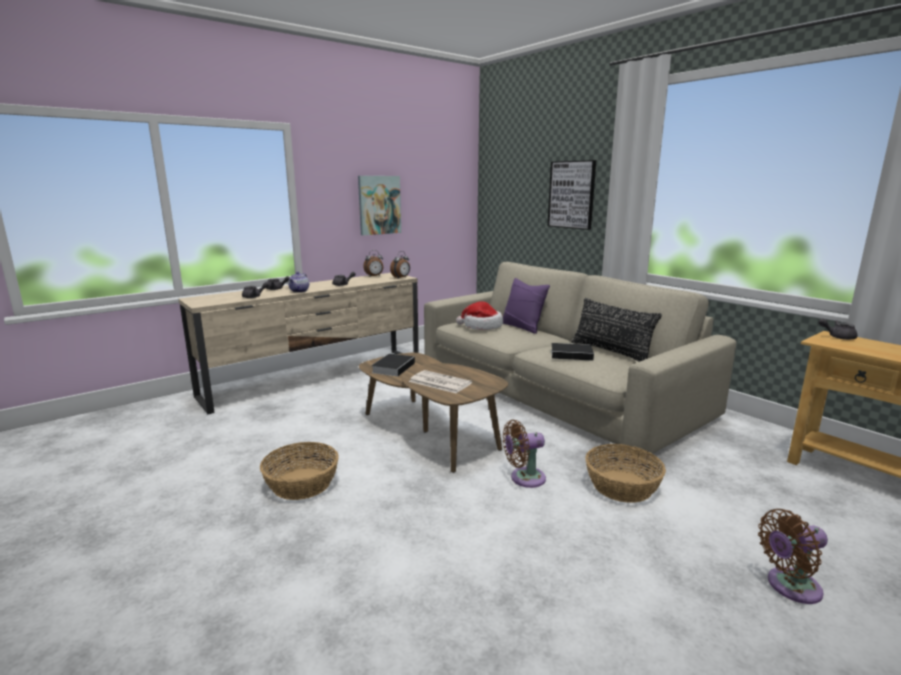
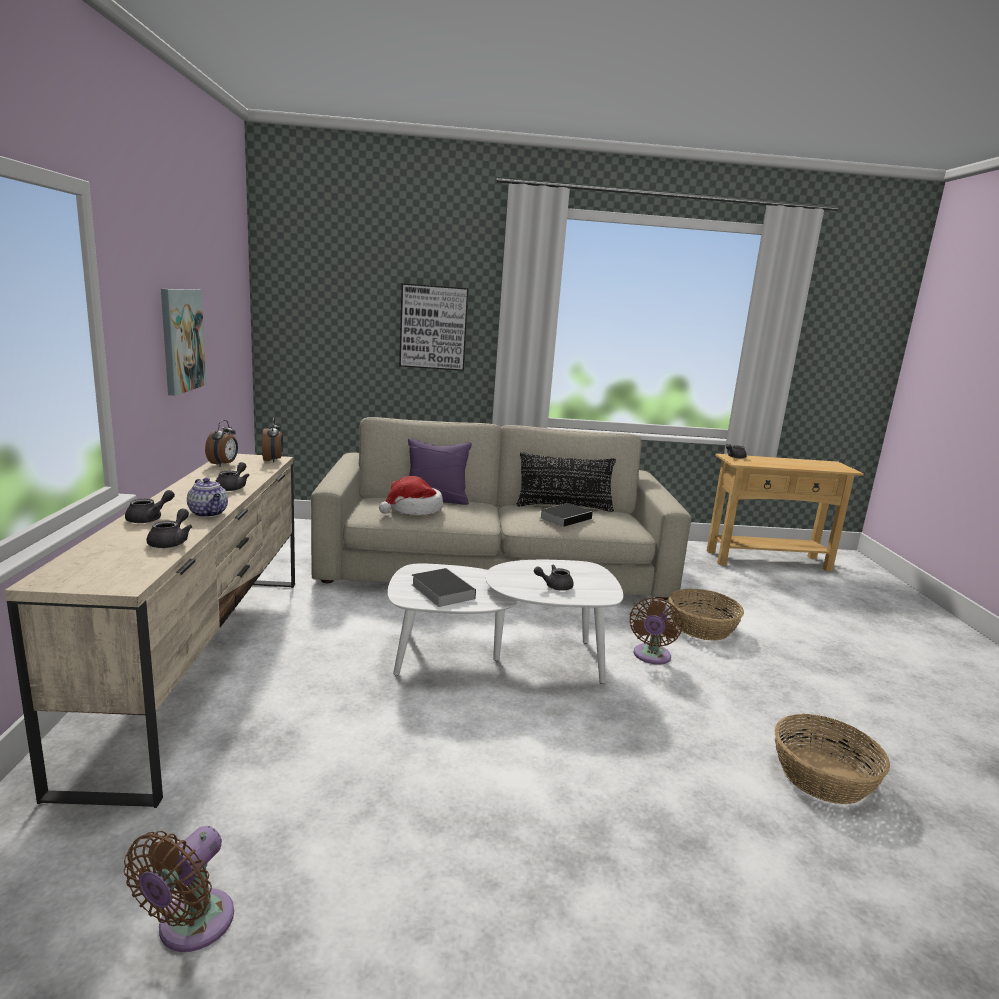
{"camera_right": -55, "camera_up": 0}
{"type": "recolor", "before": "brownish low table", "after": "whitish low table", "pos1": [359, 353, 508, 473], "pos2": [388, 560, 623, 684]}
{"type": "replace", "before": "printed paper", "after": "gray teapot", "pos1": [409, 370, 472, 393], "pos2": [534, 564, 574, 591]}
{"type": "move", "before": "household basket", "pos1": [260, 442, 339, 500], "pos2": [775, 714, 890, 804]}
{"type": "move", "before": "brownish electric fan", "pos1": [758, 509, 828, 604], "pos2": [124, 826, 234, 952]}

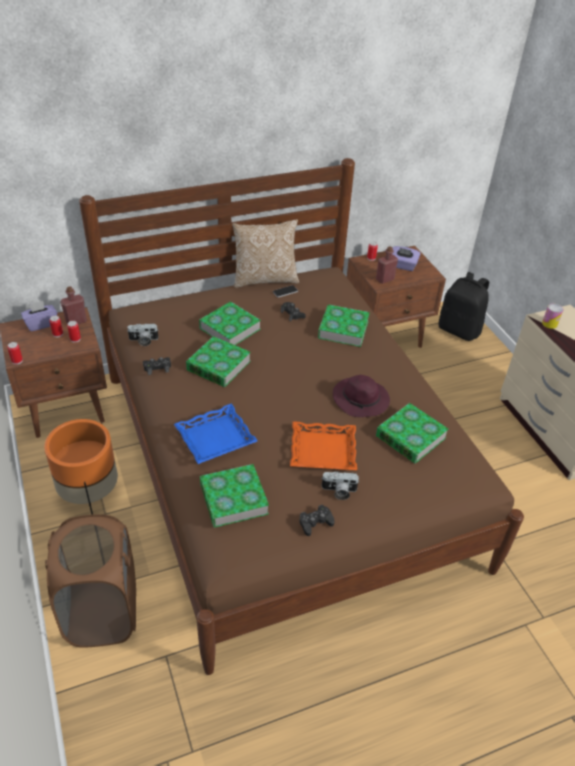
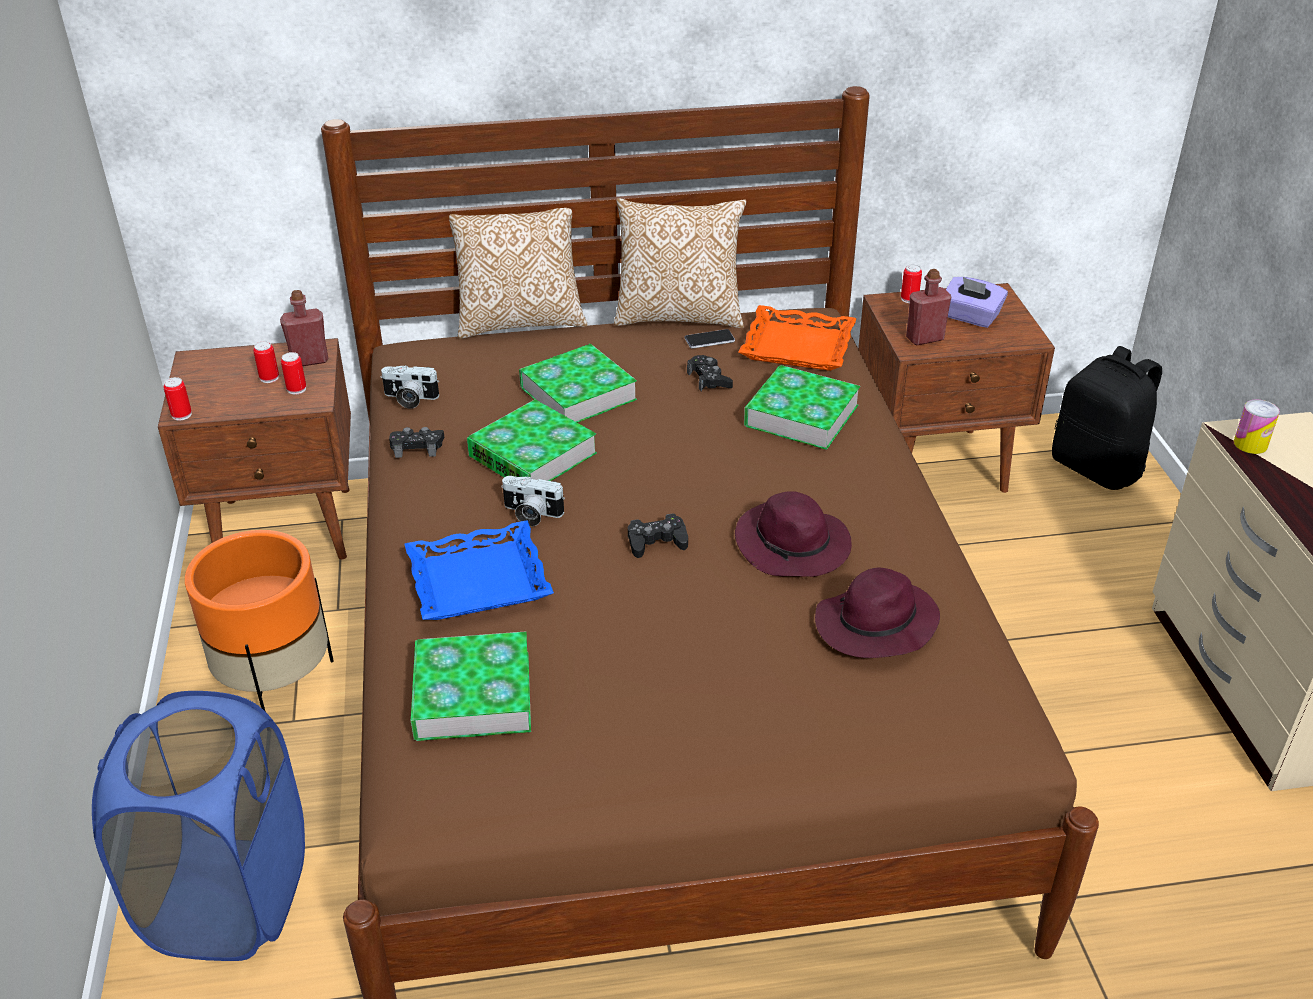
{"camera_right": 15, "camera_up": -5}
{"type": "delete", "before": "purple-coloured tissue box", "pos1": [21, 301, 57, 331]}
{"type": "replace", "before": "volume", "after": "purple-coloured clothing hat", "pos1": [376, 403, 448, 464], "pos2": [815, 568, 940, 658]}
{"type": "move", "before": "orangey carrying tray", "pos1": [290, 421, 357, 470], "pos2": [739, 305, 857, 371]}
{"type": "move", "before": "photo camera", "pos1": [321, 472, 360, 500], "pos2": [501, 476, 565, 526]}
{"type": "move", "before": "black game controller", "pos1": [299, 505, 335, 536], "pos2": [628, 513, 688, 558]}
{"type": "recolor", "before": "brownish hamper", "after": "blue hamper", "pos1": [45, 514, 136, 648], "pos2": [92, 691, 305, 961]}
{"type": "insert", "after": "throw pillow", "pos2": [449, 199, 588, 339]}

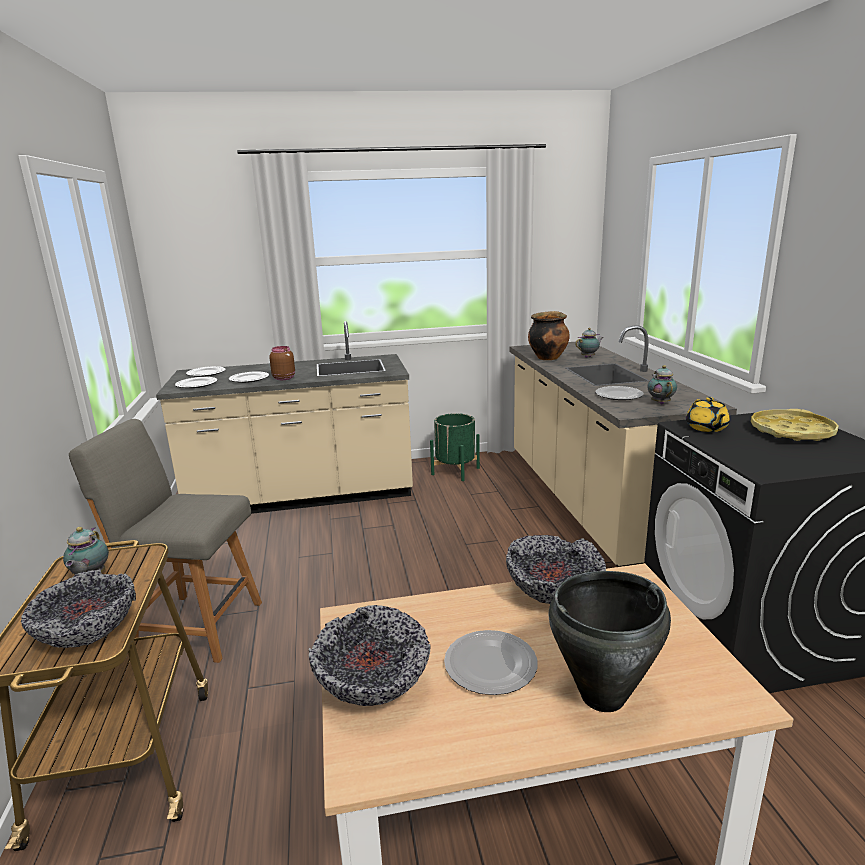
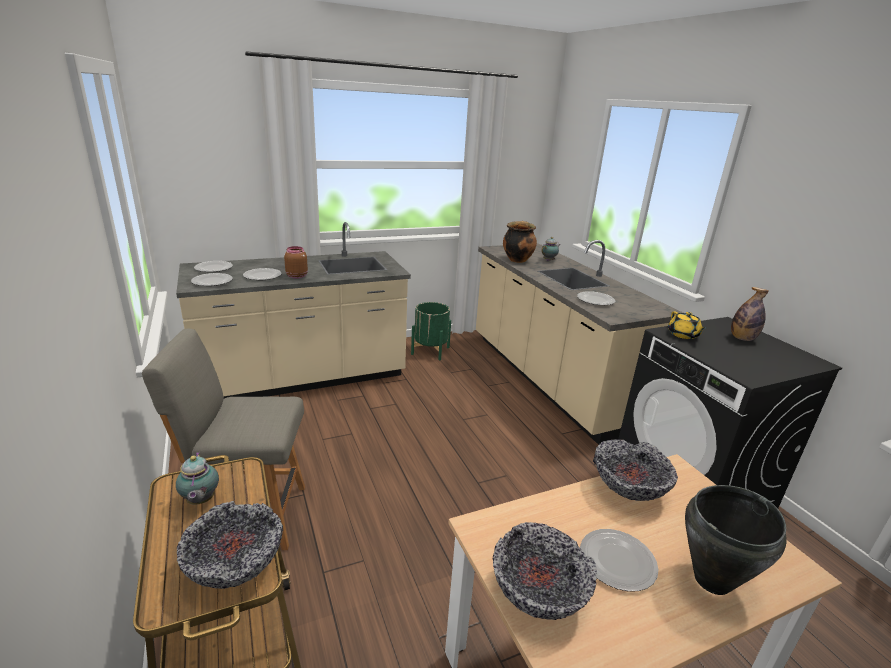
{"camera_right": -15, "camera_up": 5}
{"type": "delete", "before": "teapot", "pos1": [647, 365, 677, 404]}
{"type": "replace", "before": "yellow-coloured carrying tray", "after": "beverage bottle", "pos1": [751, 409, 839, 441], "pos2": [731, 287, 769, 341]}

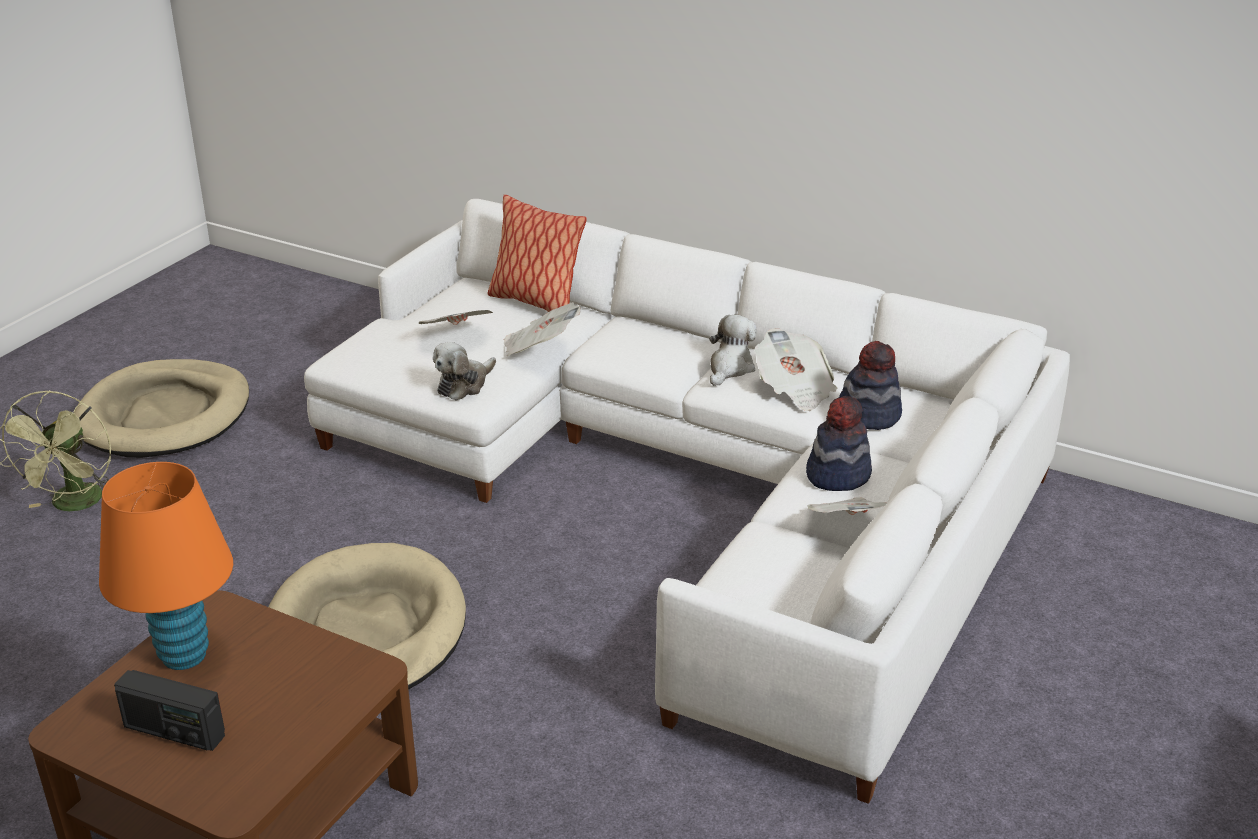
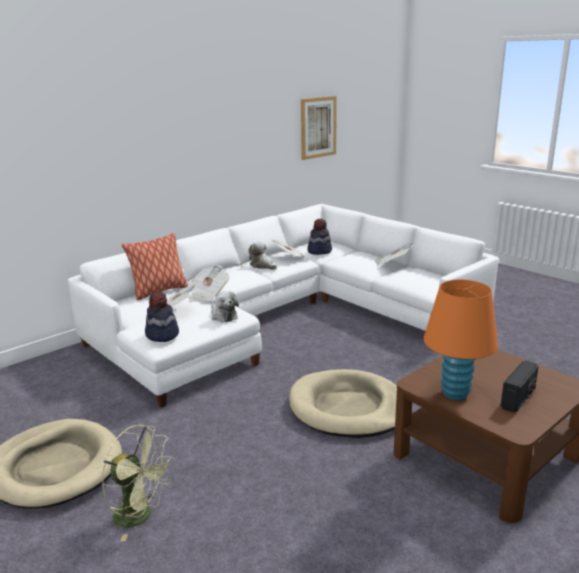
{"camera_right": -70, "camera_up": -10}
{"type": "move", "before": "clothing hat", "pos1": [806, 396, 872, 491], "pos2": [145, 291, 179, 342]}
{"type": "insert", "after": "wall art", "pos2": [301, 96, 337, 160]}

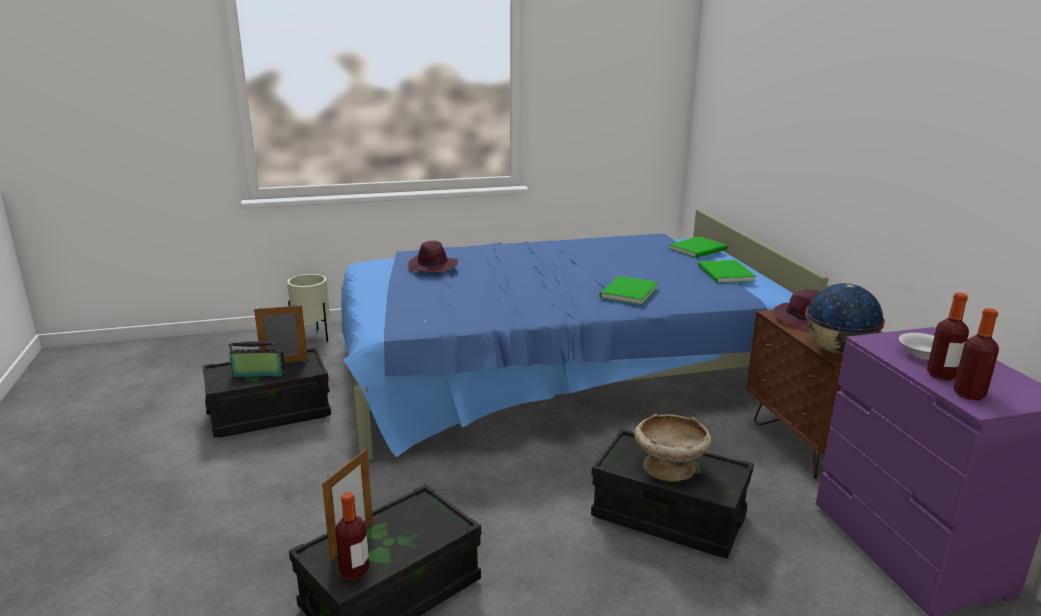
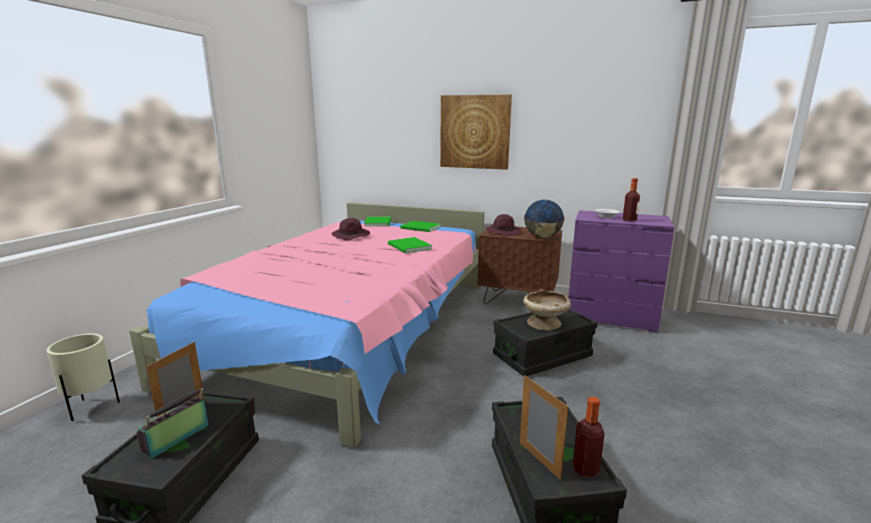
{"camera_right": -55, "camera_up": -5}
{"type": "recolor", "before": "blue sleeping bed", "after": "pink-coloured sleeping bed", "pos1": [341, 209, 829, 460], "pos2": [129, 203, 484, 448]}
{"type": "move", "before": "purple-coloured clothing hat", "pos1": [408, 241, 458, 272], "pos2": [332, 218, 370, 240]}
{"type": "delete", "before": "beverage bottle", "pos1": [953, 308, 999, 400]}
{"type": "insert", "after": "wall art", "pos2": [440, 94, 512, 170]}

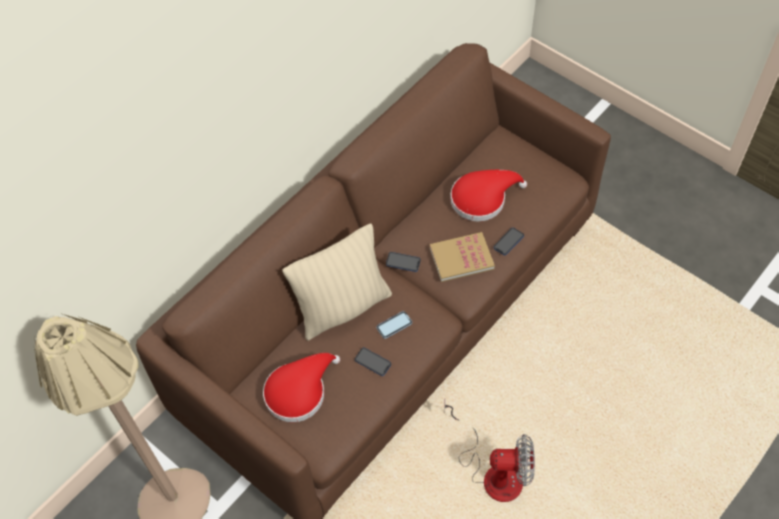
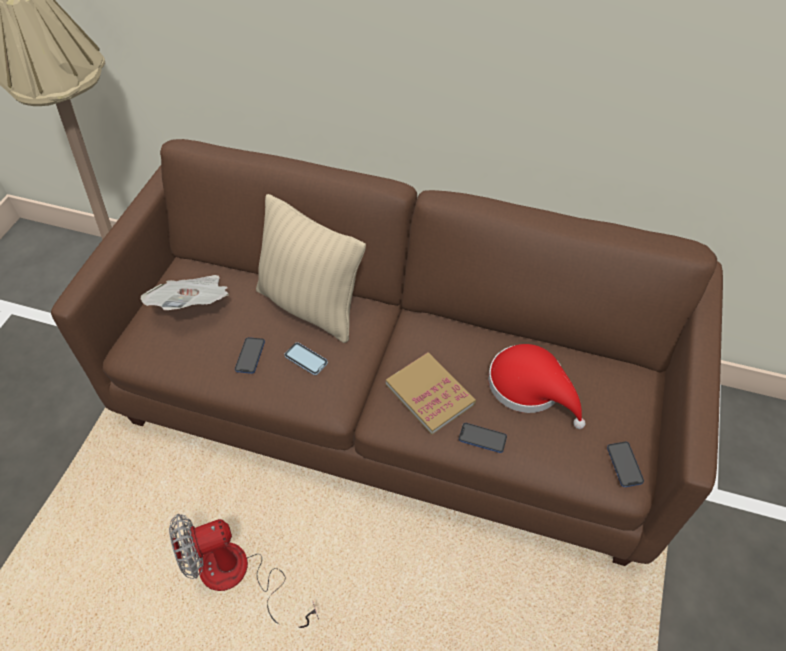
{"camera_right": 65, "camera_up": -5}
{"type": "move", "before": "telephone", "pos1": [386, 252, 421, 272], "pos2": [607, 441, 644, 487]}
{"type": "replace", "before": "red-coloured clothing hat", "after": "printed paper", "pos1": [263, 353, 340, 422], "pos2": [141, 275, 229, 310]}
{"type": "rotate", "before": "electric fan", "pos1": [444, 402, 535, 502], "pos2": [169, 514, 319, 628], "turn": 90}

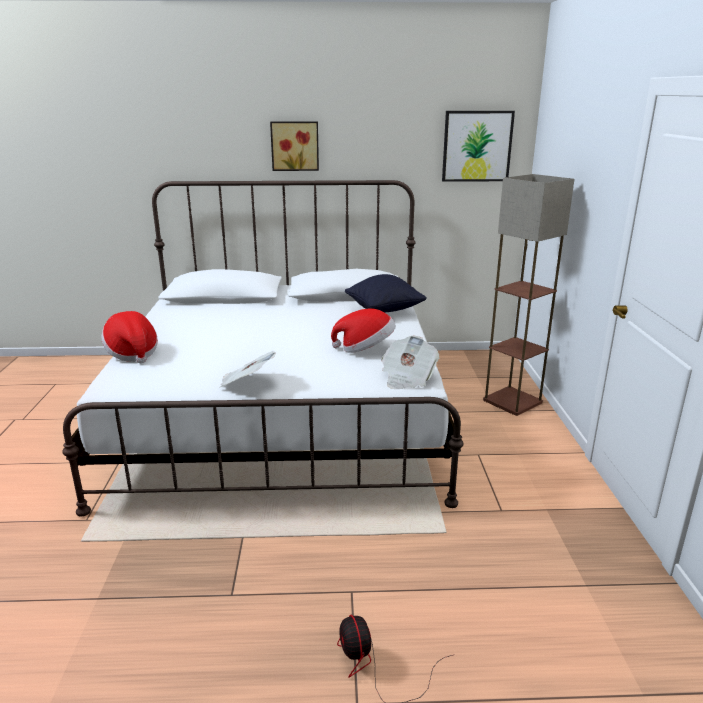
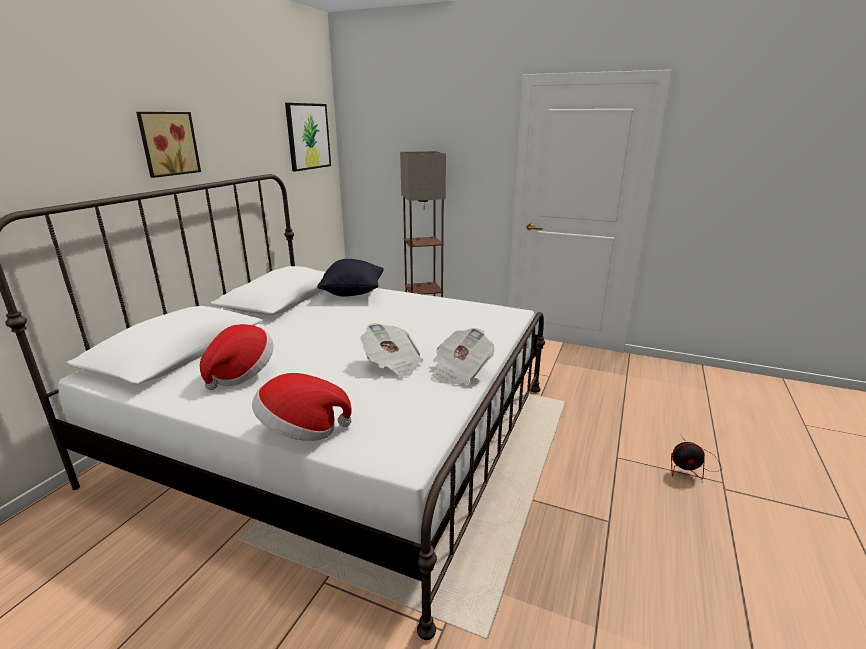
{"camera_right": -65, "camera_up": 0}
{"type": "move", "before": "clothing hat", "pos1": [331, 308, 396, 353], "pos2": [200, 324, 274, 390]}
{"type": "move", "before": "printed paper", "pos1": [382, 336, 440, 389], "pos2": [360, 323, 423, 378]}

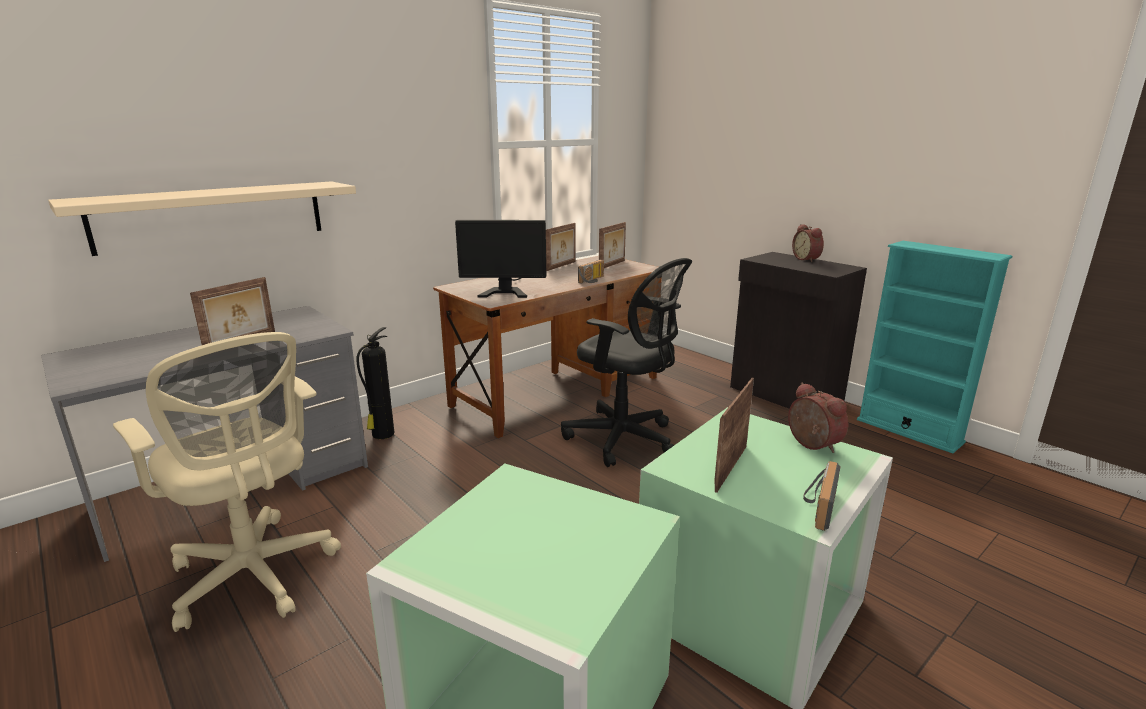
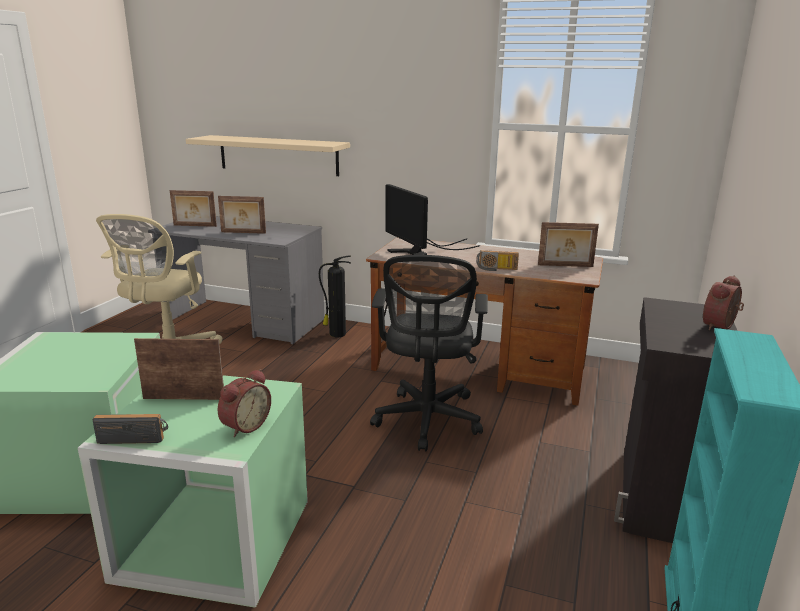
{"camera_right": 60, "camera_up": 0}
{"type": "move", "before": "standing frame", "pos1": [546, 223, 575, 271], "pos2": [170, 190, 217, 227]}

